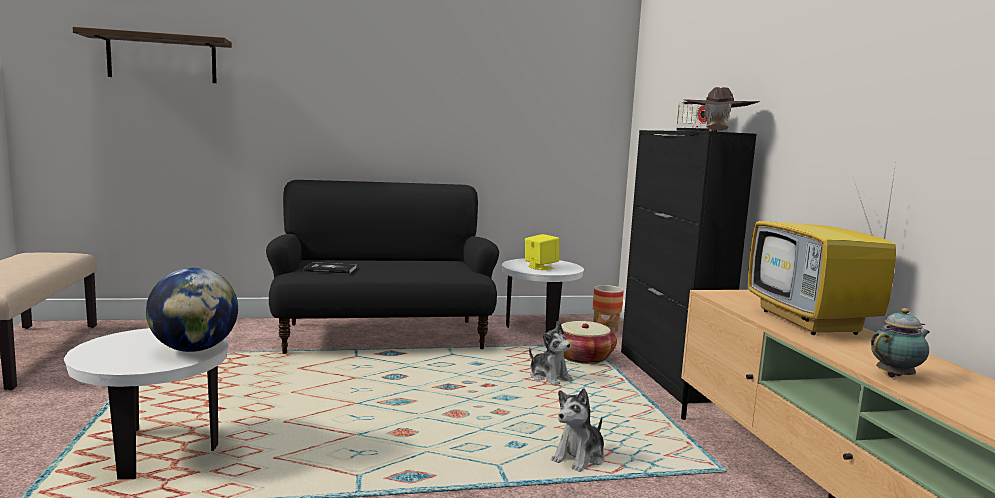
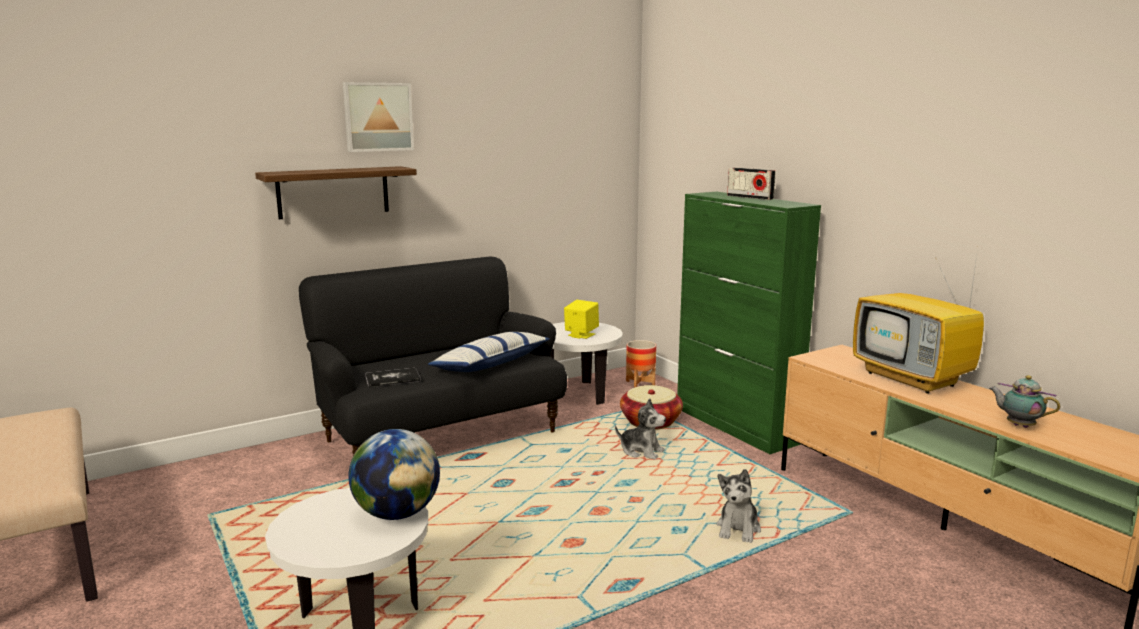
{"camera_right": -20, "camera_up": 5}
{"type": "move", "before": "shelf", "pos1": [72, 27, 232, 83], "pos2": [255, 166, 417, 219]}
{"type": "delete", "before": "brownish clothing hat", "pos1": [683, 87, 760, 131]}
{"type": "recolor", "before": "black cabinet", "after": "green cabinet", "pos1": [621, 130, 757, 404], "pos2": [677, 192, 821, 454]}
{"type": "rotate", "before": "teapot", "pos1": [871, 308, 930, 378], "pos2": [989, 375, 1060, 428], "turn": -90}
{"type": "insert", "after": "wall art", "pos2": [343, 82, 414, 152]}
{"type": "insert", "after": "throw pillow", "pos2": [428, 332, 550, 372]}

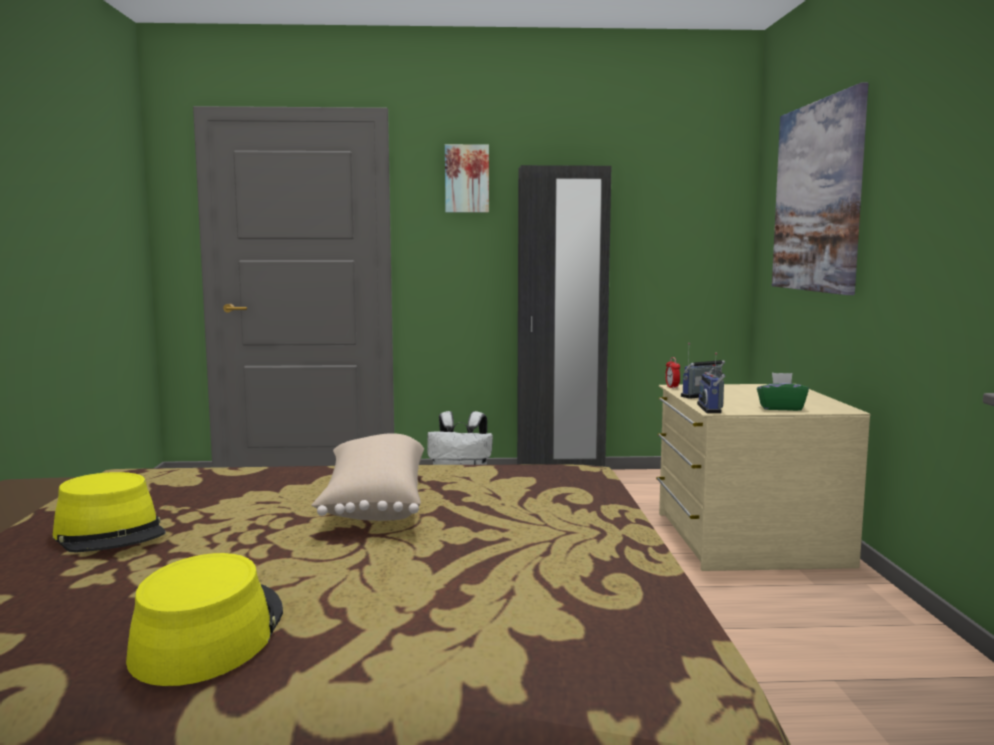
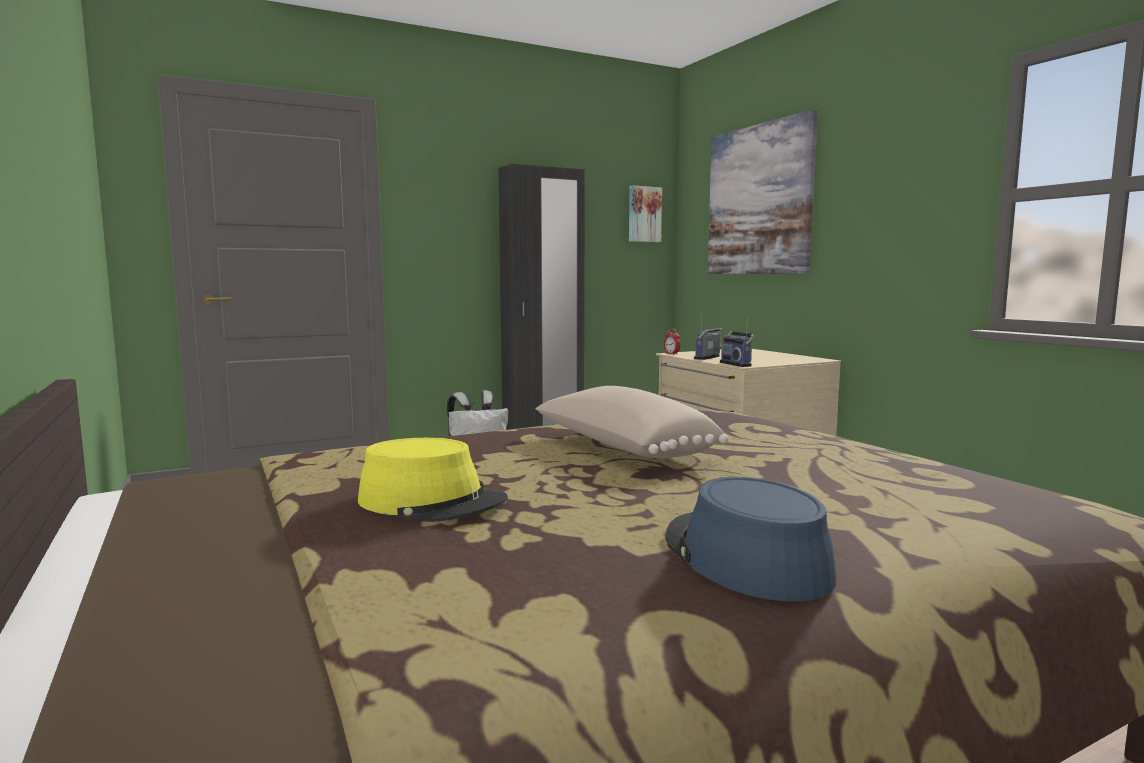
{"camera_right": -25, "camera_up": 0}
{"type": "move", "before": "wall art", "pos1": [445, 144, 489, 213], "pos2": [629, 185, 662, 242]}
{"type": "delete", "before": "green tissue box", "pos1": [757, 373, 809, 411]}
{"type": "recolor", "before": "yellow-coloured clothing hat", "after": "blue clothing hat", "pos1": [126, 553, 283, 686], "pos2": [665, 477, 837, 601]}

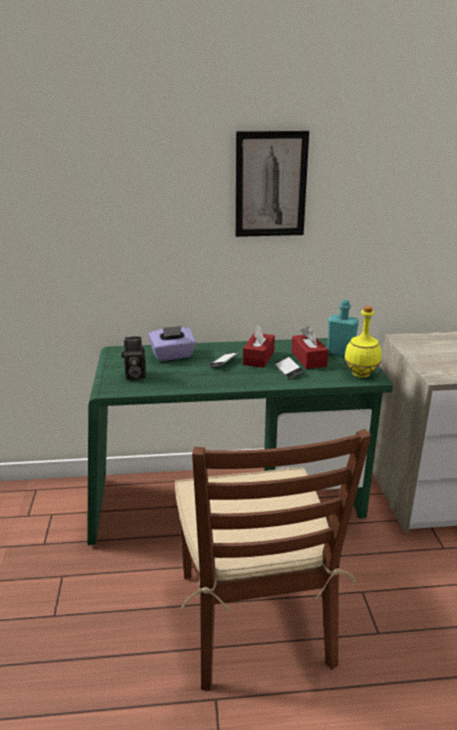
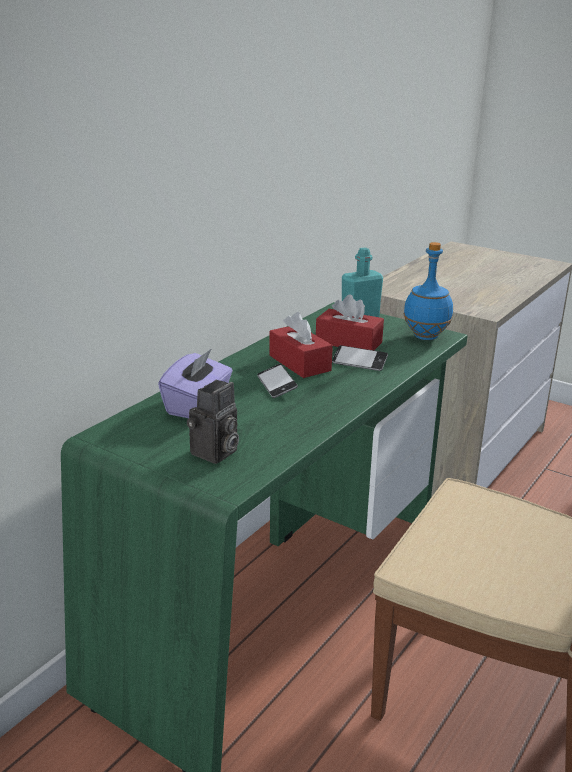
{"camera_right": -50, "camera_up": 0}
{"type": "delete", "before": "wall art", "pos1": [236, 131, 309, 237]}
{"type": "recolor", "before": "yellow-coloured beverage bottle", "after": "blue beverage bottle", "pos1": [344, 306, 381, 377], "pos2": [403, 242, 453, 340]}

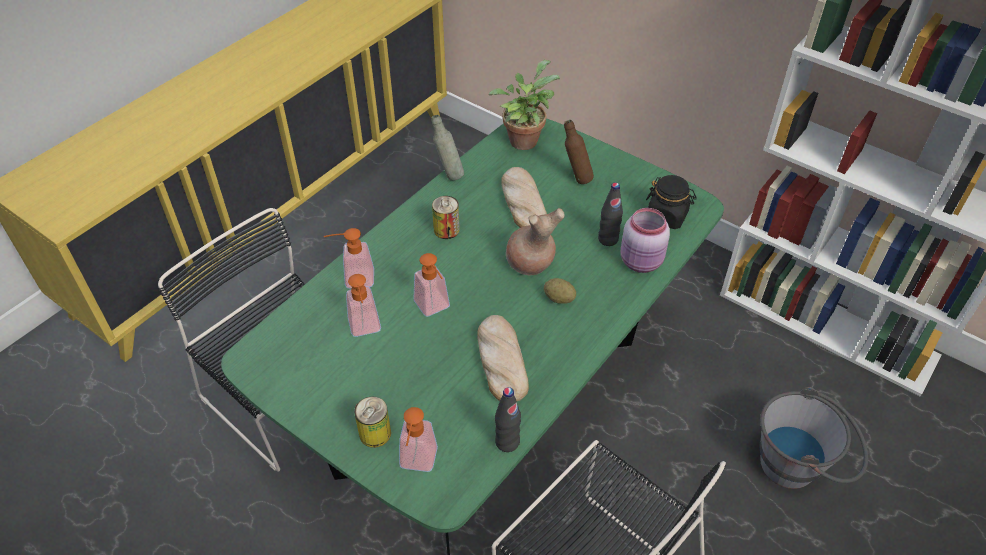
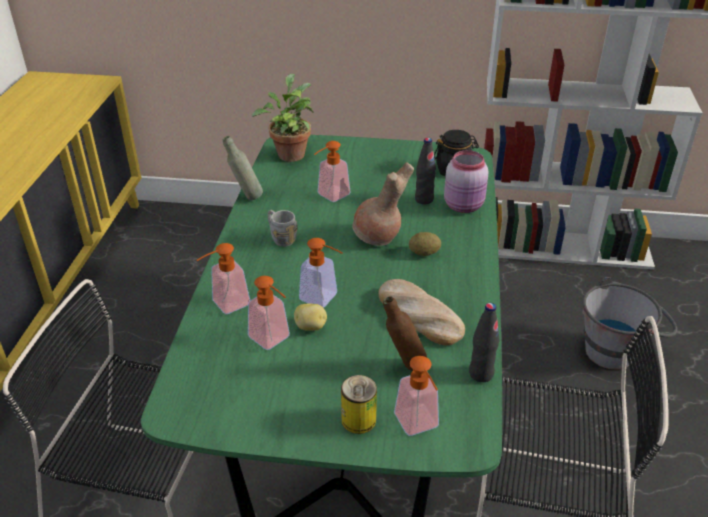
{"camera_right": -30, "camera_up": -10}
{"type": "move", "before": "brownish beverage bottle", "pos1": [564, 120, 594, 184], "pos2": [383, 296, 427, 371]}
{"type": "replace", "before": "bakery bread", "after": "soap bottle", "pos1": [501, 167, 547, 228], "pos2": [314, 141, 351, 202]}
{"type": "replace", "before": "metal can", "after": "gray tea mug", "pos1": [432, 196, 460, 239], "pos2": [268, 210, 297, 247]}
{"type": "insert", "after": "potato", "pos2": [294, 303, 327, 331]}

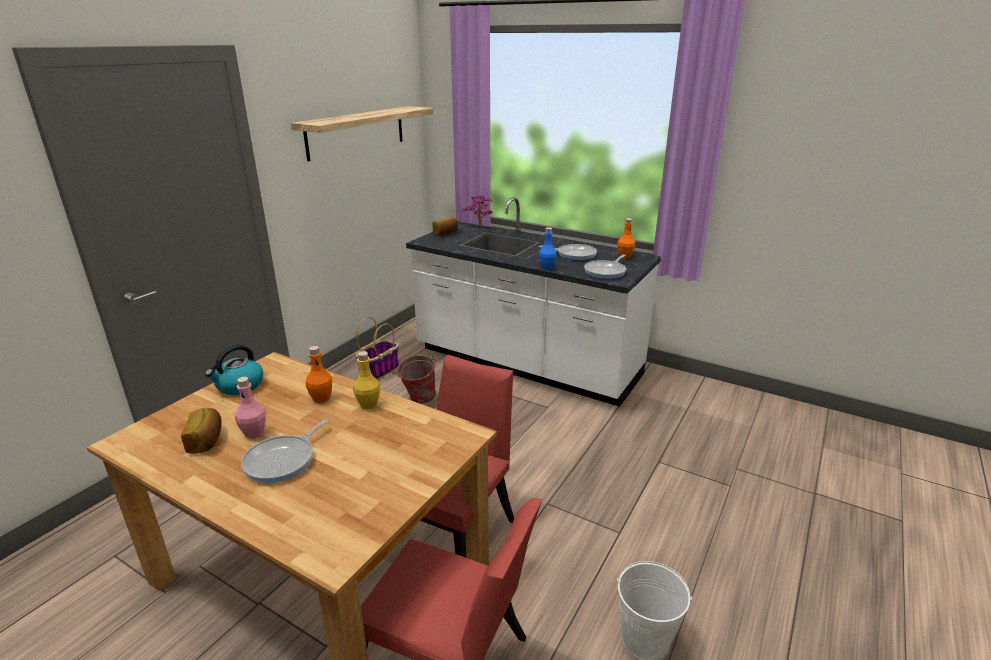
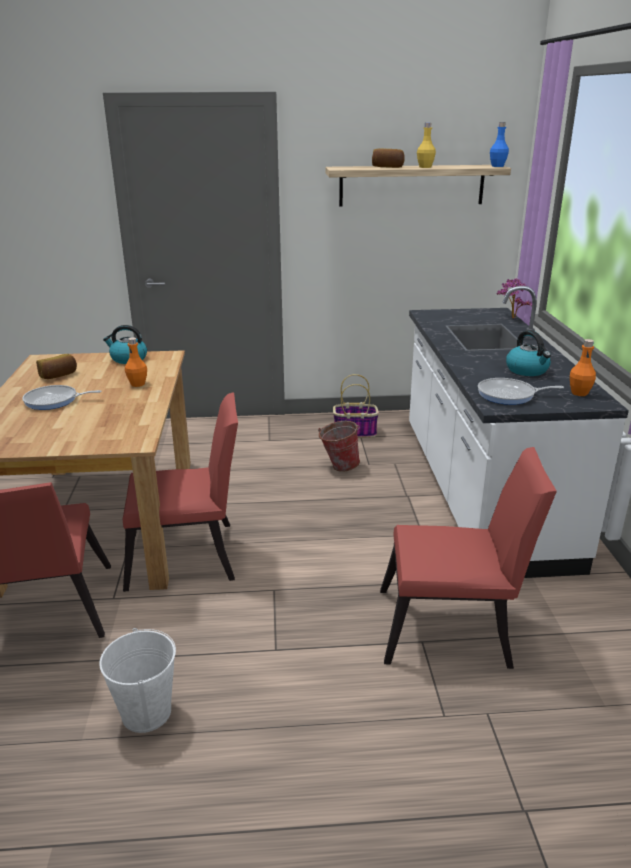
{"camera_right": 55, "camera_up": 0}
{"type": "move", "before": "bakery bread", "pos1": [432, 217, 458, 235], "pos2": [372, 148, 405, 168]}
{"type": "move", "before": "blue beverage bottle", "pos1": [539, 227, 557, 270], "pos2": [490, 122, 509, 167]}
{"type": "replace", "before": "pan", "after": "kettle", "pos1": [539, 244, 597, 261], "pos2": [506, 330, 551, 376]}
{"type": "move", "before": "yellow-coloured beverage bottle", "pos1": [353, 351, 380, 409], "pos2": [417, 123, 436, 168]}
{"type": "delete", "before": "pink-coloured beverage bottle", "pos1": [235, 377, 266, 438]}
{"type": "insert", "after": "red-coloured plain chair", "pos2": [380, 447, 557, 669]}

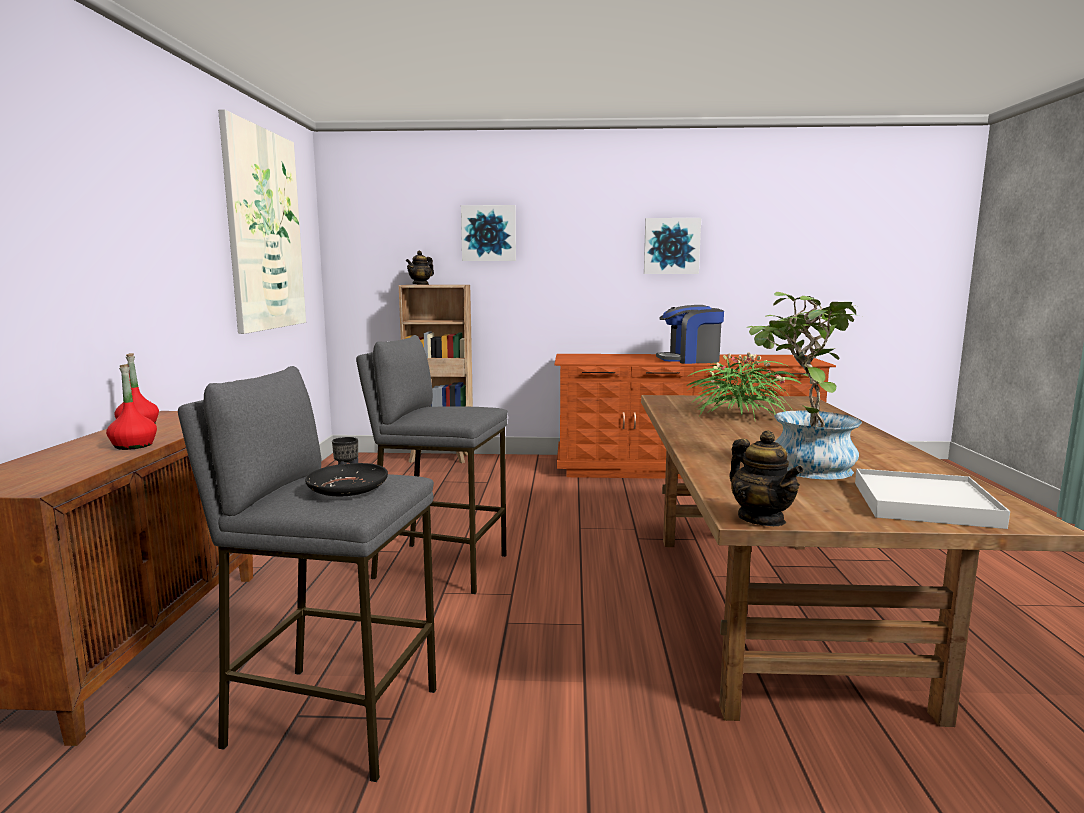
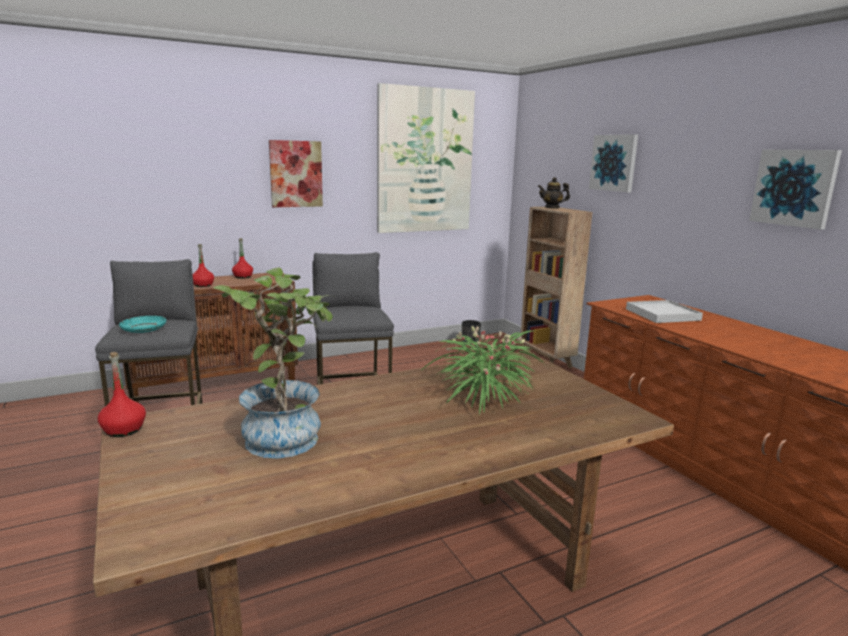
{"camera_right": 60, "camera_up": 5}
{"type": "delete", "before": "coffee brewer", "pos1": [656, 305, 724, 364]}
{"type": "replace", "before": "teapot", "after": "red-coloured beverage bottle", "pos1": [730, 430, 804, 526], "pos2": [98, 352, 146, 437]}
{"type": "recolor", "before": "black plate", "after": "blue-green plate", "pos1": [305, 463, 388, 497], "pos2": [119, 316, 166, 333]}
{"type": "move", "before": "whitish carrying tray", "pos1": [855, 469, 1010, 529], "pos2": [626, 300, 703, 323]}
{"type": "insert", "after": "wall art", "pos2": [269, 140, 323, 207]}

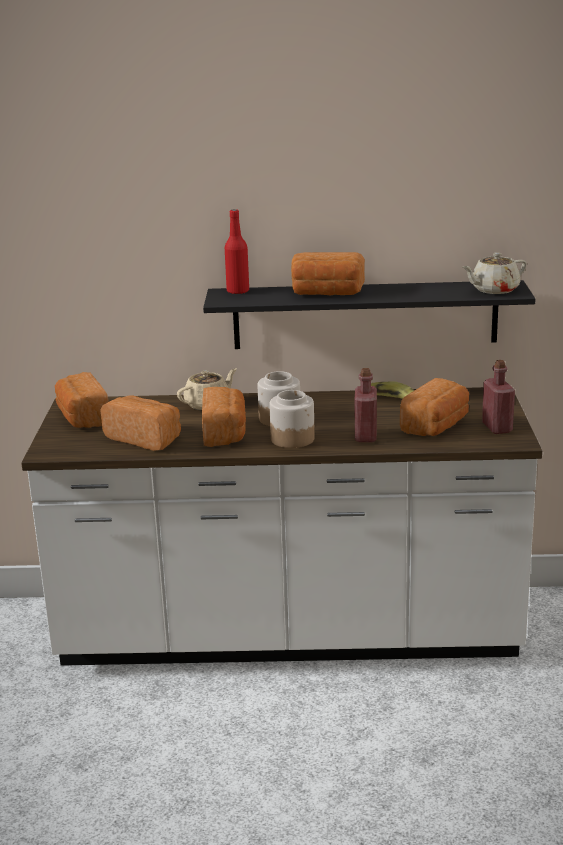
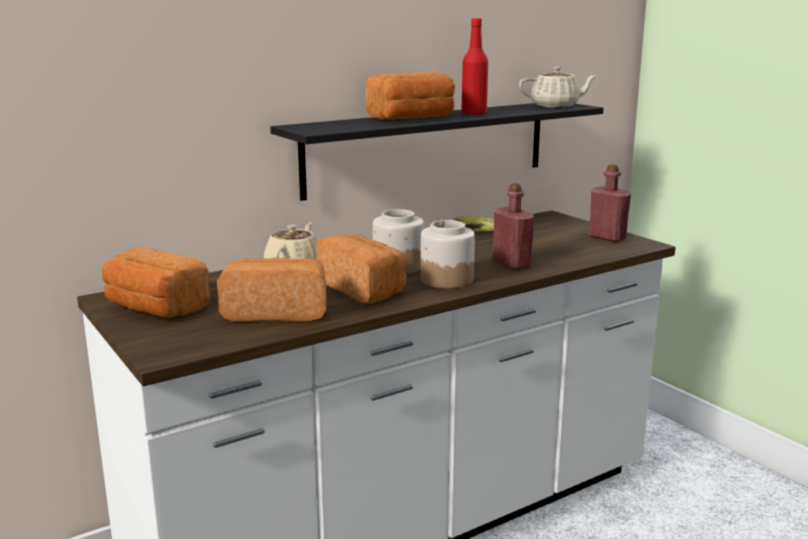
{"camera_right": -35, "camera_up": -5}
{"type": "move", "before": "red-coloured beverage bottle", "pos1": [225, 209, 249, 294], "pos2": [461, 18, 488, 115]}
{"type": "rotate", "before": "beige-coloured teapot", "pos1": [463, 252, 527, 294], "pos2": [519, 67, 598, 108], "turn": -120}
{"type": "delete", "before": "bakery bread", "pos1": [400, 378, 469, 436]}

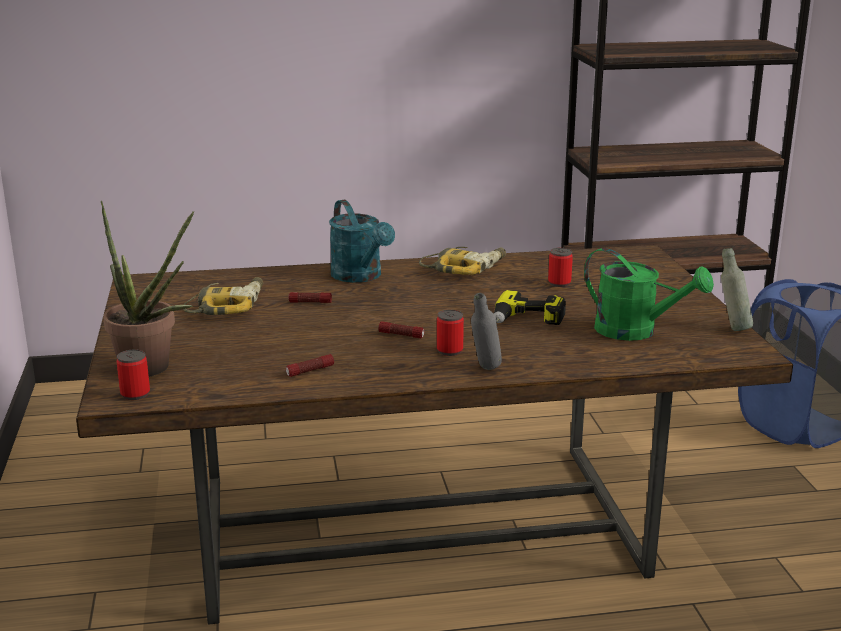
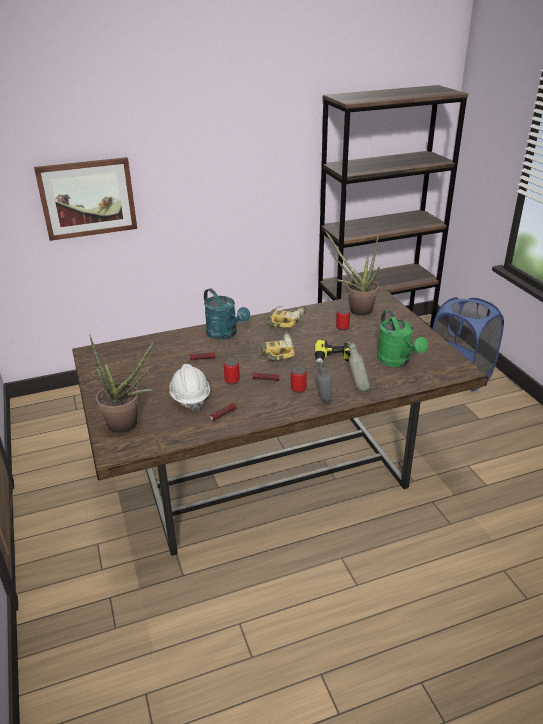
{"camera_right": -10, "camera_up": 10}
{"type": "rotate", "before": "green watering can", "pos1": [584, 248, 714, 341], "pos2": [377, 310, 428, 367], "turn": 45}
{"type": "move", "before": "gray beverage bottle", "pos1": [721, 248, 753, 331], "pos2": [349, 342, 370, 392]}
{"type": "move", "before": "electric drill", "pos1": [183, 277, 263, 315], "pos2": [259, 331, 295, 362]}
{"type": "move", "before": "metal can", "pos1": [117, 349, 150, 400], "pos2": [224, 358, 240, 384]}
{"type": "insert", "after": "wall art", "pos2": [34, 157, 137, 241]}
{"type": "insert", "after": "potted plant", "pos2": [325, 231, 380, 316]}
{"type": "insert", "after": "whitish work helmet", "pos2": [169, 364, 210, 411]}

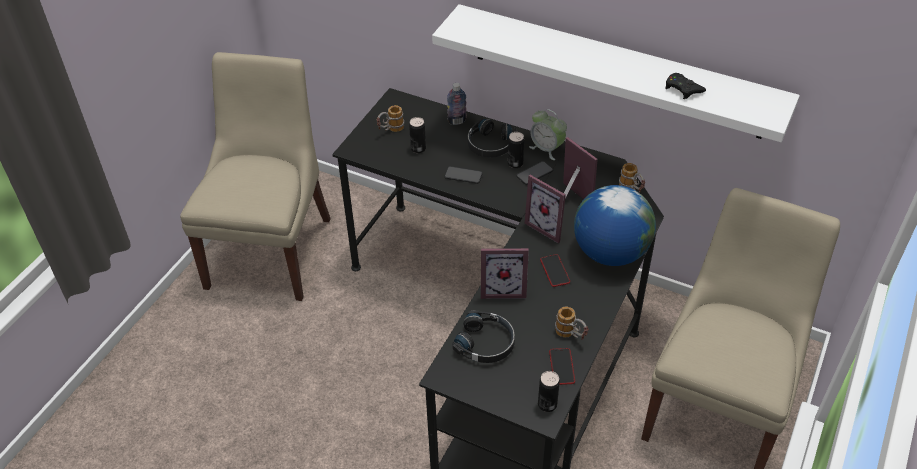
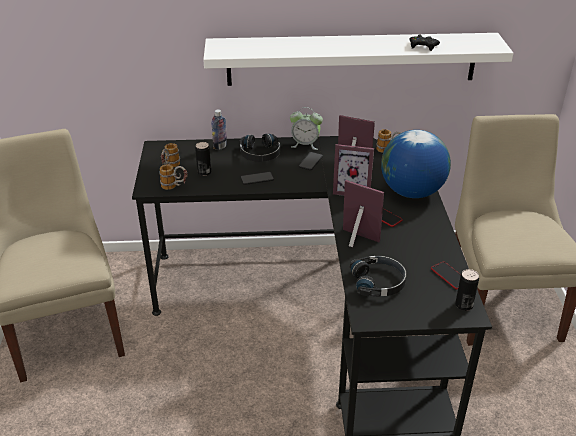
{"camera_right": -30, "camera_up": -10}
{"type": "delete", "before": "metal can", "pos1": [508, 132, 524, 168]}
{"type": "rotate", "before": "standing frame", "pos1": [481, 248, 529, 299], "pos2": [343, 180, 384, 247], "turn": -120}
{"type": "move", "before": "tea mug", "pos1": [555, 307, 588, 340], "pos2": [159, 164, 187, 190]}

